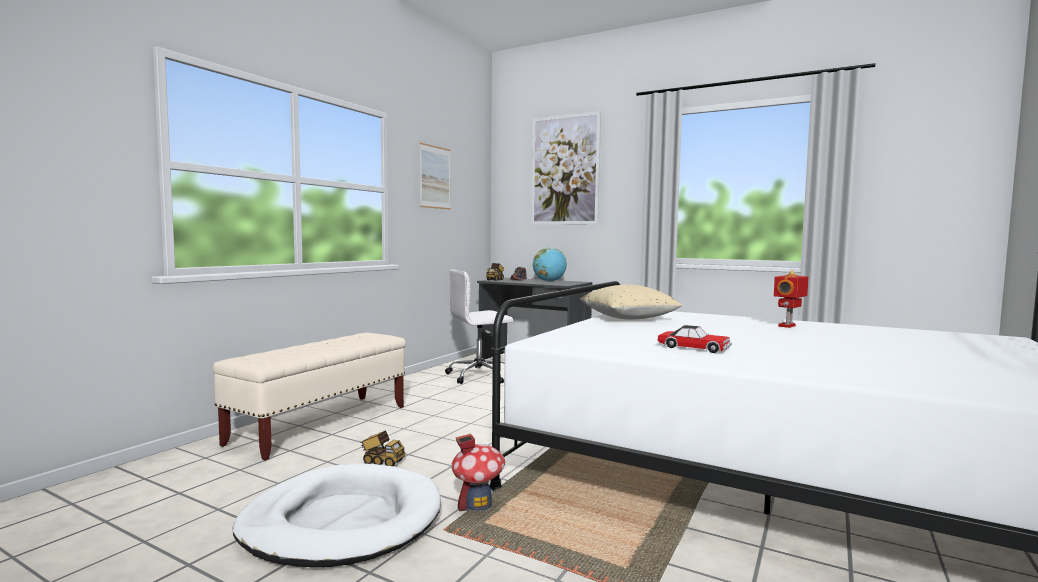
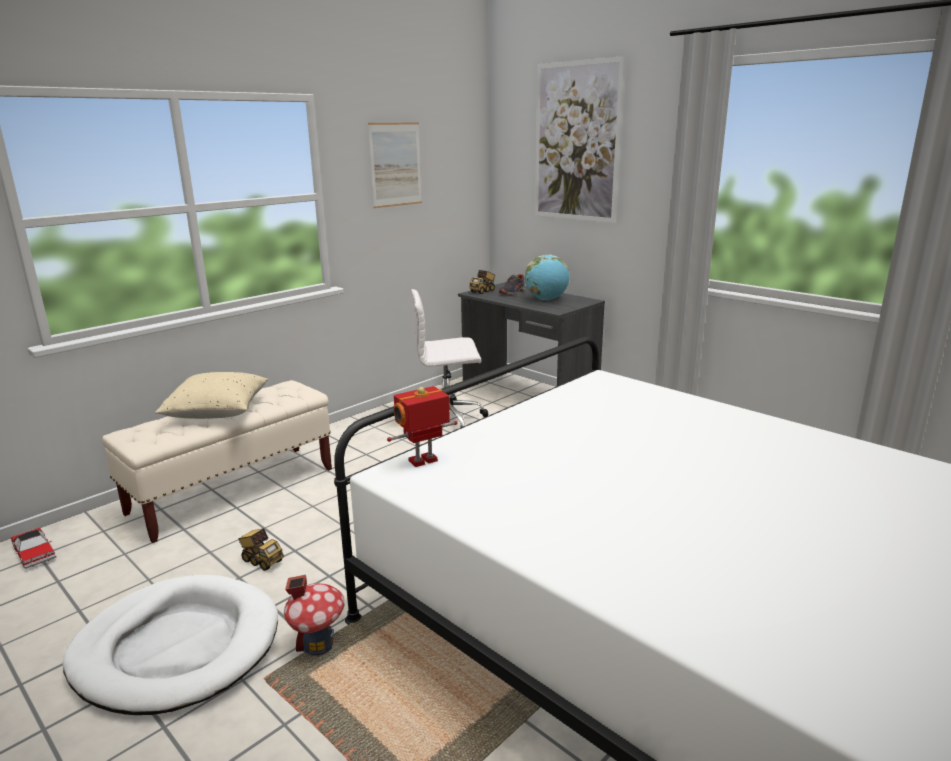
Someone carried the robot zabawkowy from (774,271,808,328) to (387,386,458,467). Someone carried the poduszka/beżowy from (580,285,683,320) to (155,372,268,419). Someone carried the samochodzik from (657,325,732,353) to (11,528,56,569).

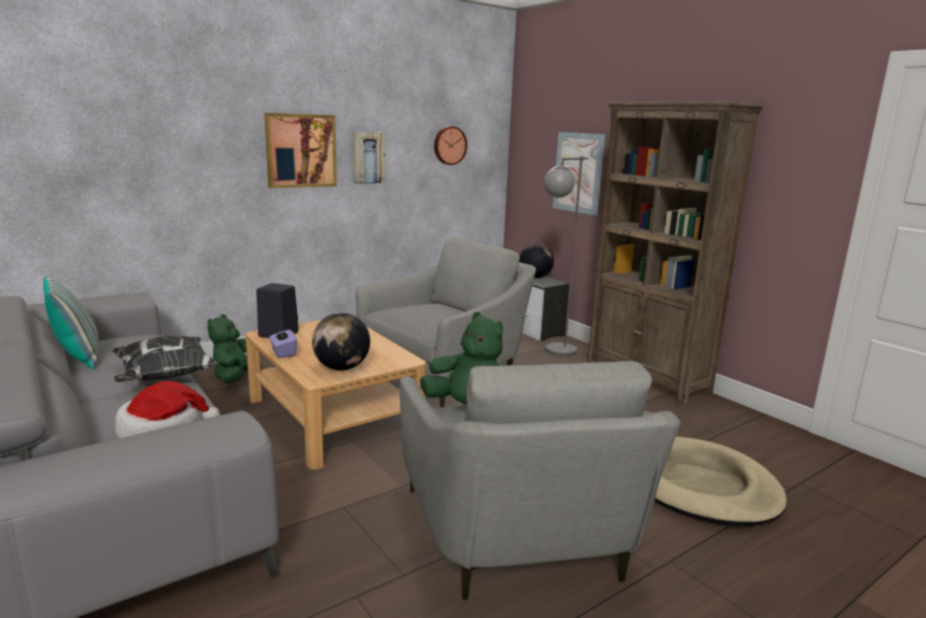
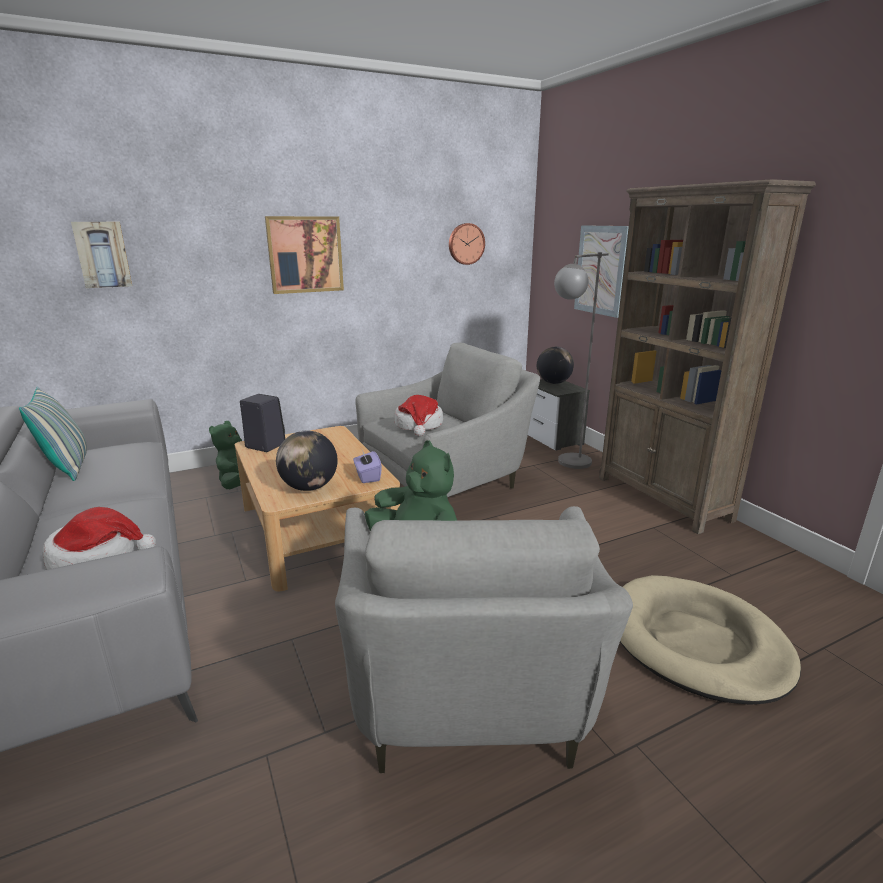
Someone carried the obraz from (353,132,385,184) to (71,222,132,288). Someone carried the pudełko chusteczek/fioletowy from (269,330,297,358) to (353,450,382,483). Someone took away the poduszka at (112,336,218,382). Someone put down the kapelusz at (395,395,443,436).

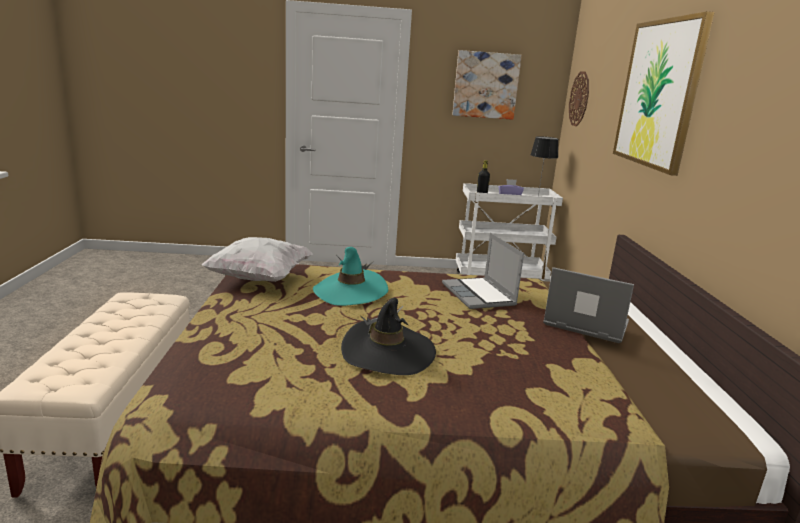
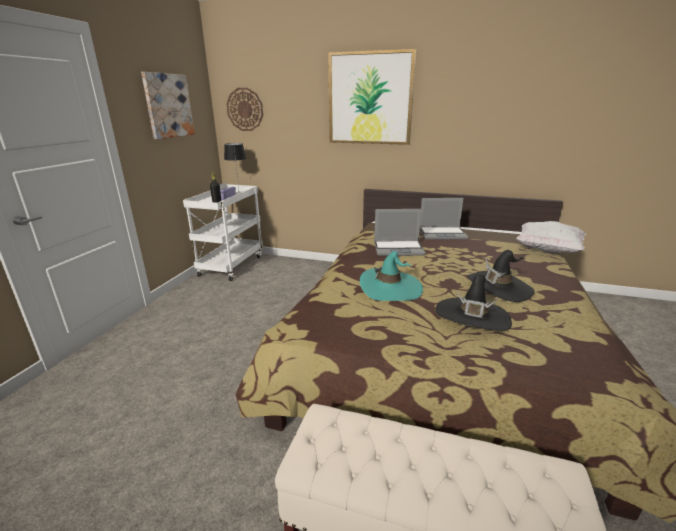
Someone carried the poduszka/biały from (202,237,313,282) to (516,221,586,252). Someone rotated the laptop at (543,267,634,343) by 135 degrees counterclockwise. Someone put down the kapelusz/czarny at (436,274,512,331).

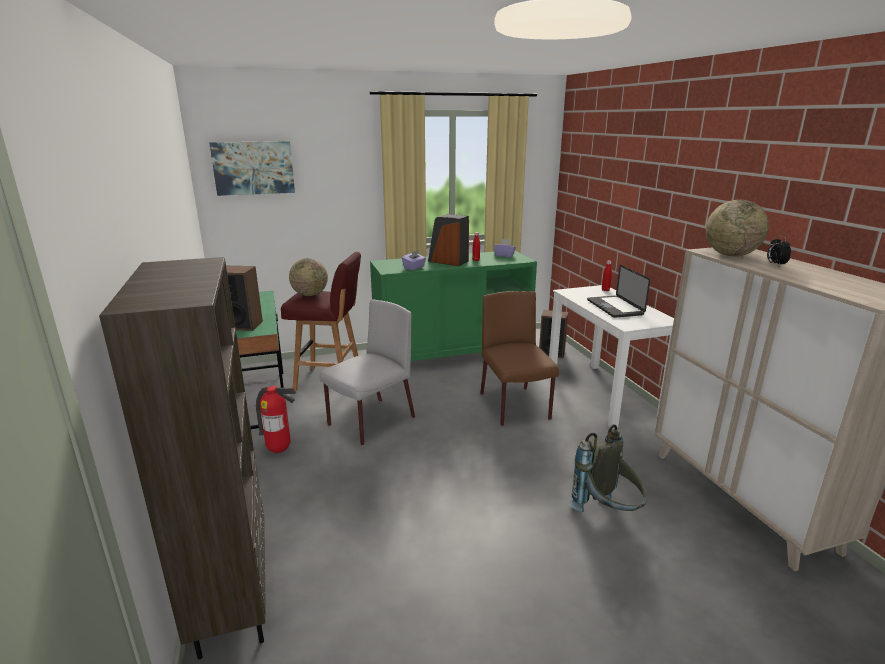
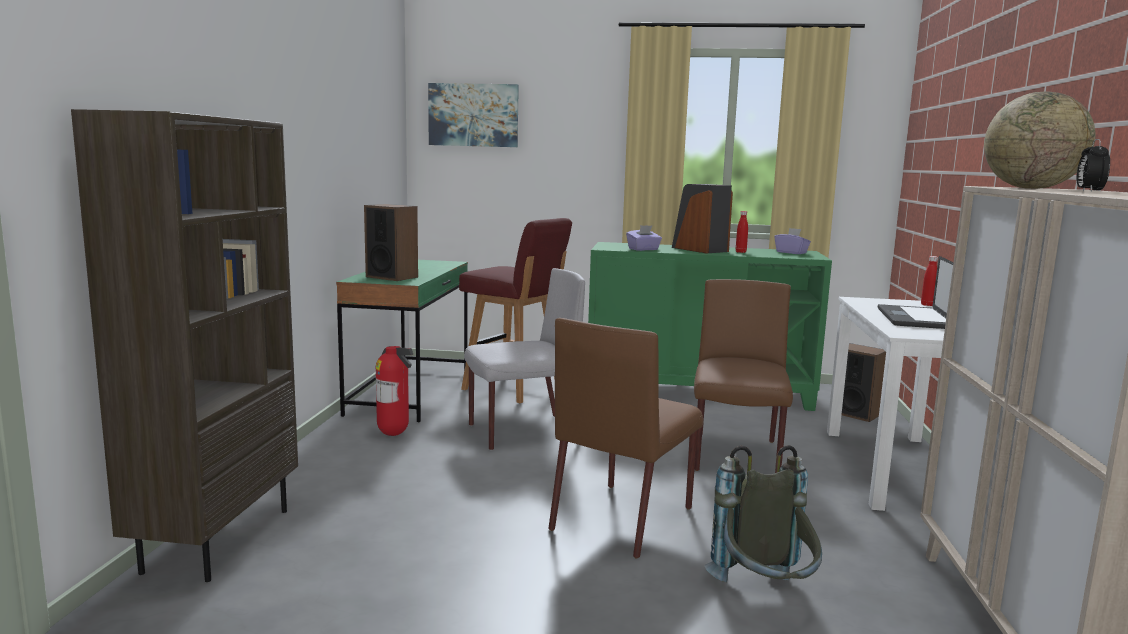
Someone took away the globus at (289,258,328,296). Someone put down the krzesło/brązowy at (548,318,703,558).

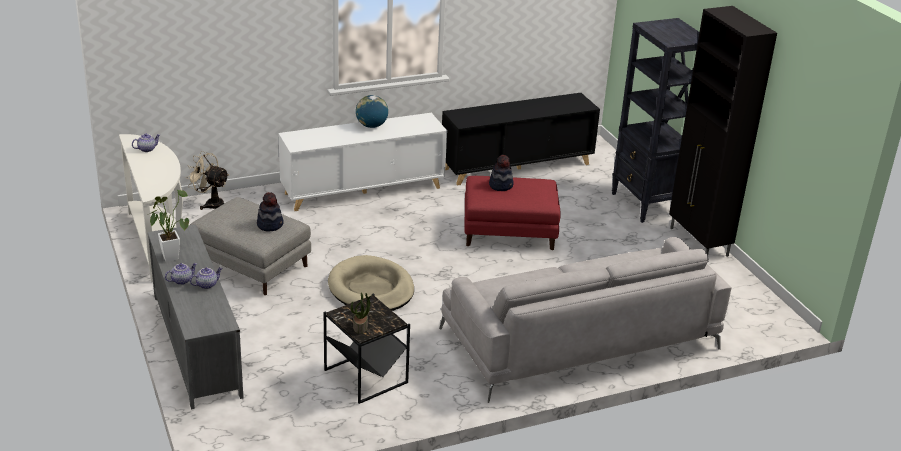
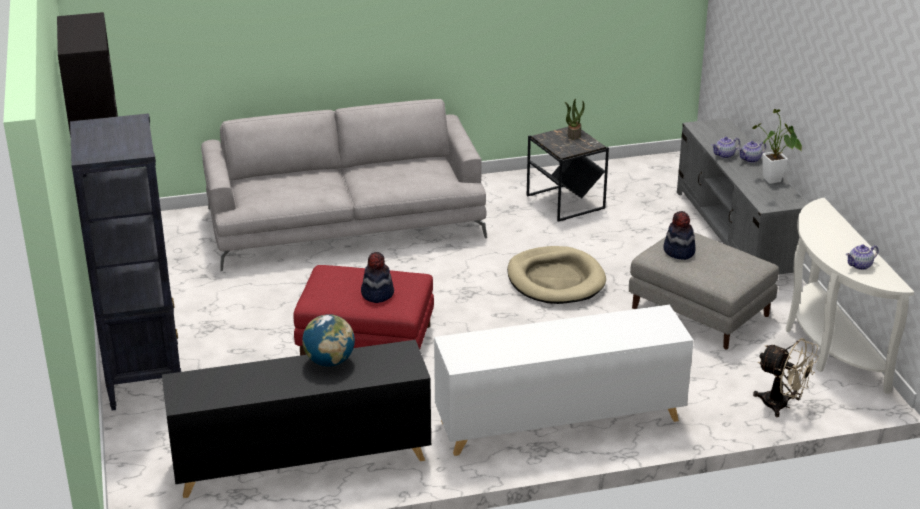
Someone carried the globus from (356,95,388,128) to (302,314,355,366).

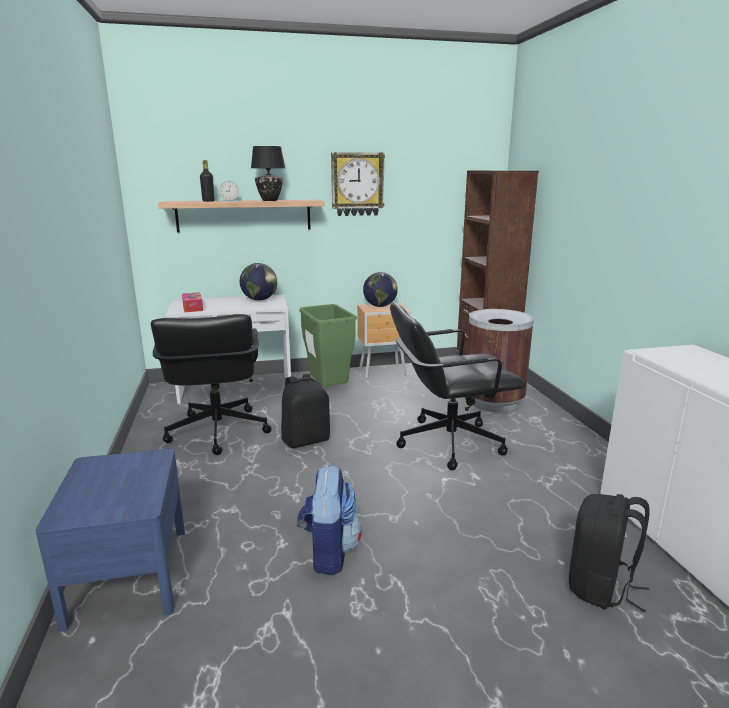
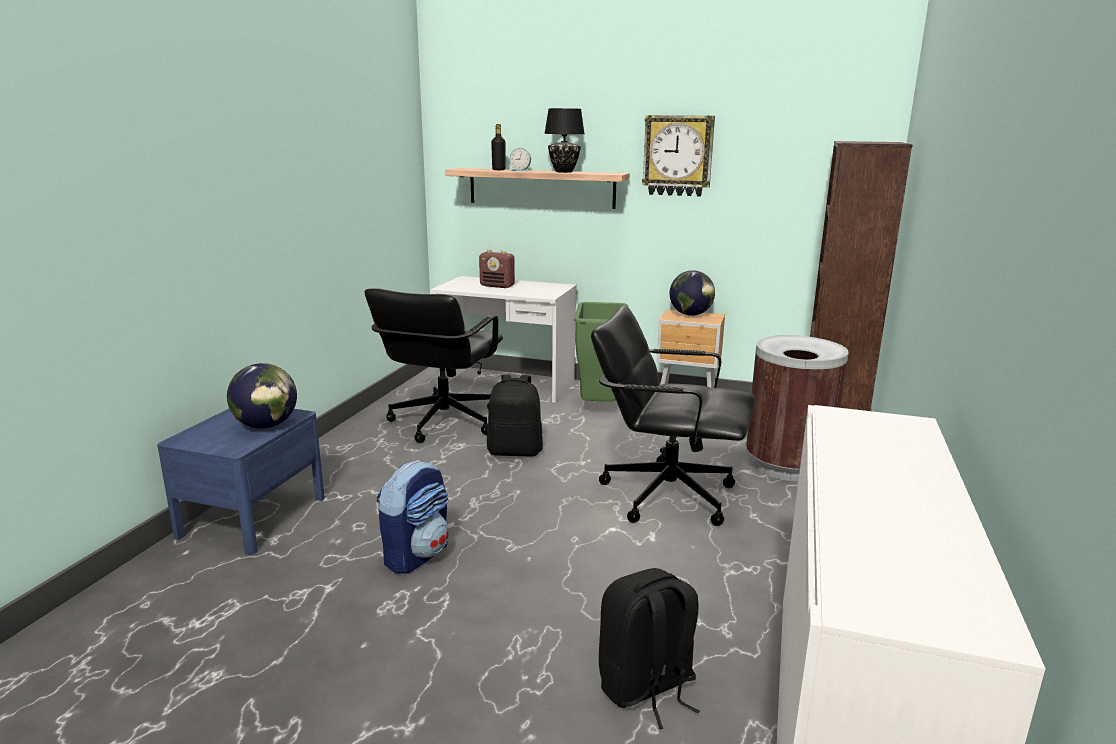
Someone carried the globus from (240,263,277,301) to (227,363,297,429). Someone took away the pudełko chusteczek at (182,292,203,312). Someone put down the radio at (479,250,515,288).

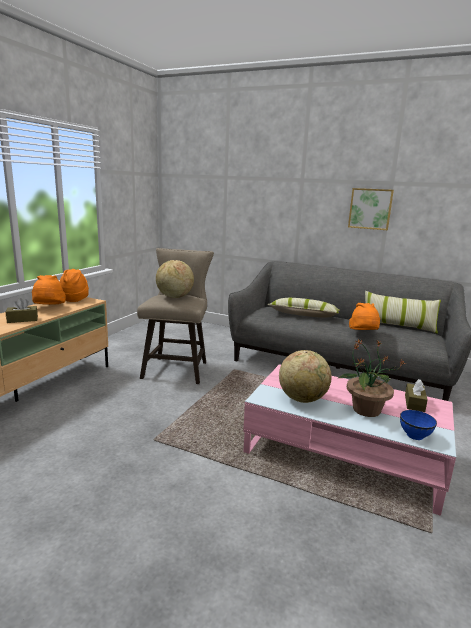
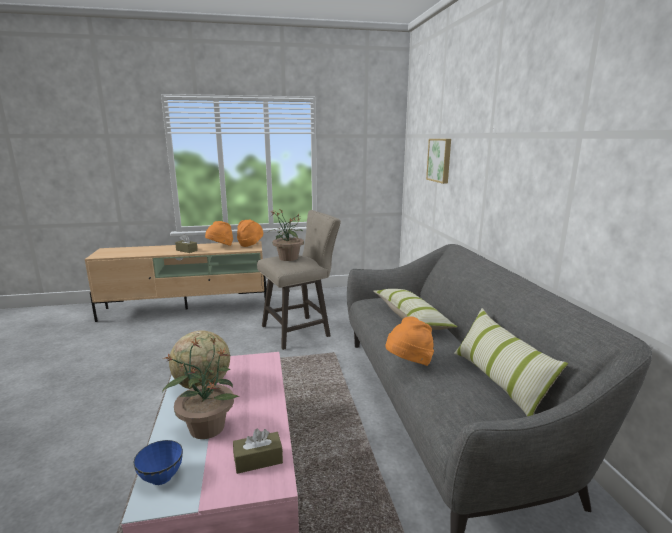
Someone carried the obraz from (348,188,394,230) to (426,139,451,184). Someone swapped the globus at (156,260,194,298) for the roślina doniczkowa at (268,210,304,261).

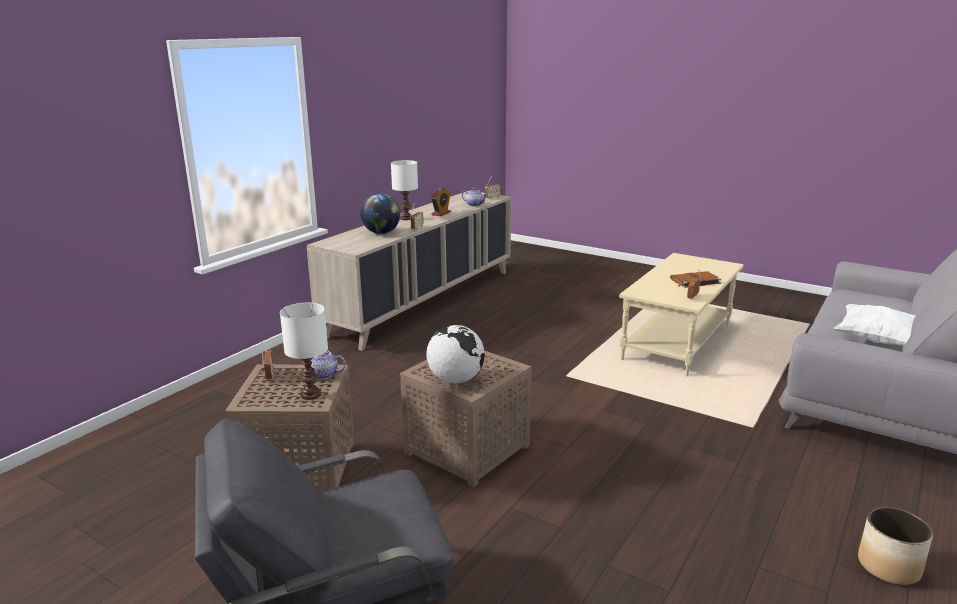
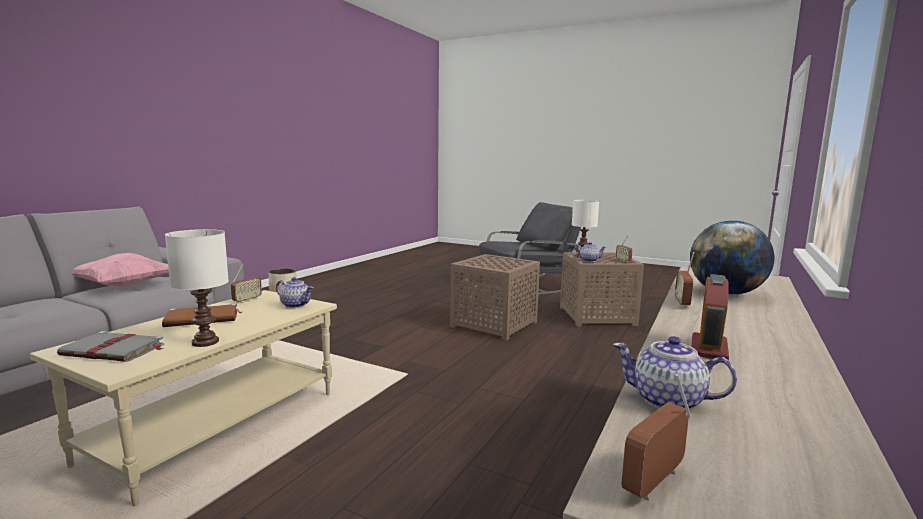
Someone carried the lampa stołowa/biały from (391,160,418,220) to (165,229,229,347). Someone repainted the poduszka/biały at (834,304,916,346), which became the poduszka/różowy at (72,253,169,287). Someone took away the globus at (426,325,485,383). Someone put down the imbryk at (276,277,314,308). Someone put down the książka/szary at (57,331,164,362).

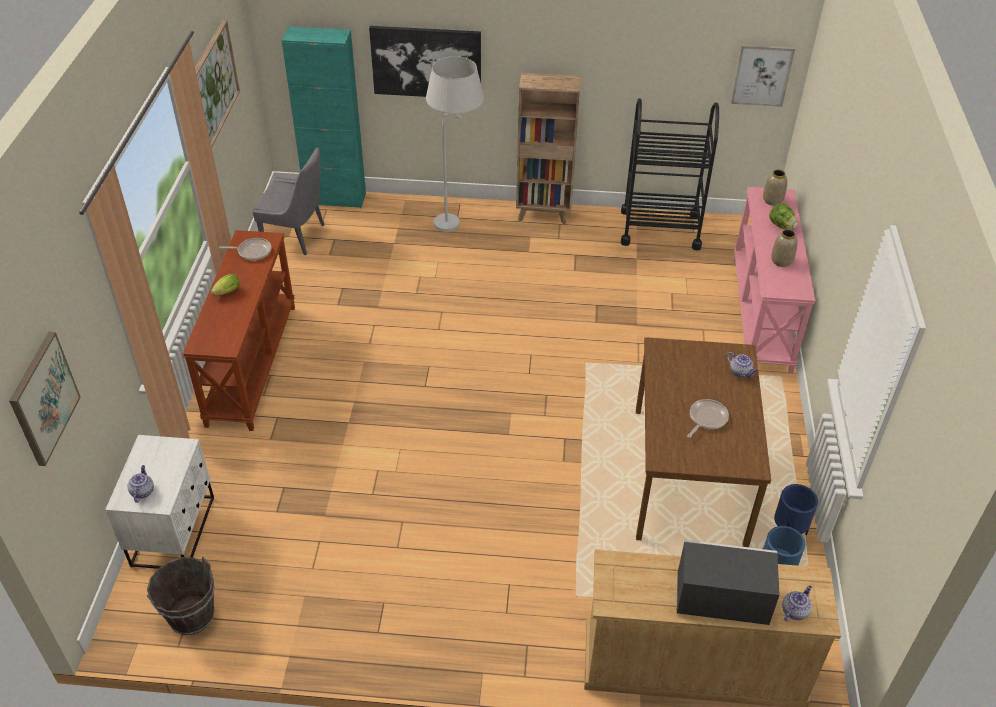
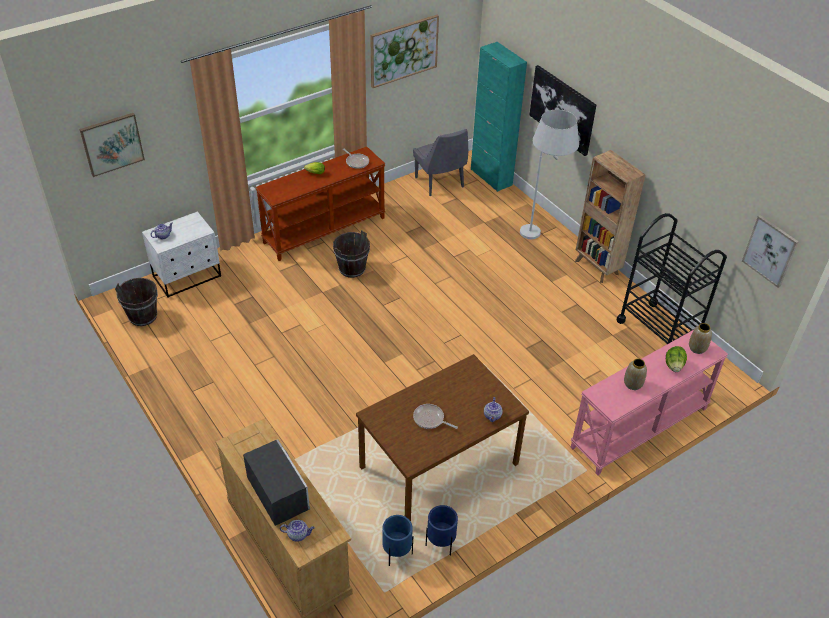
Someone rotated the patelnia at (687,399,729,438) by 150 degrees counterclockwise. Someone put down the wiadro/brązowy at (333,230,370,278).

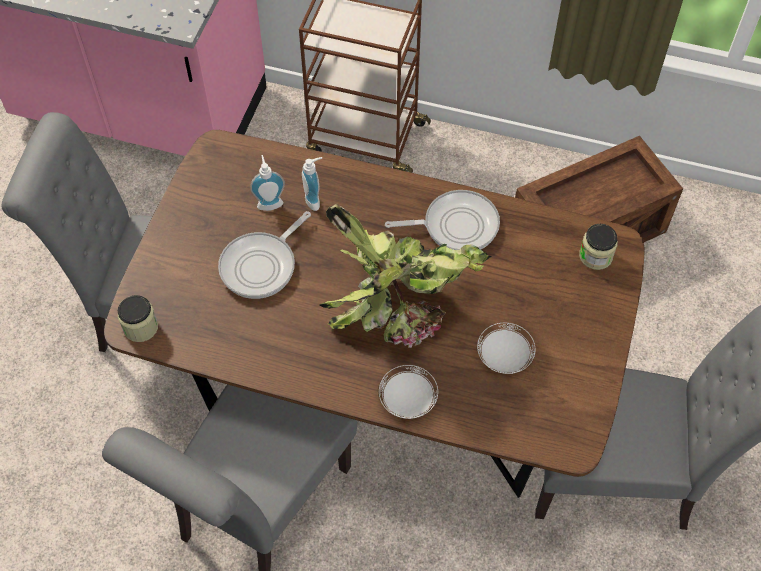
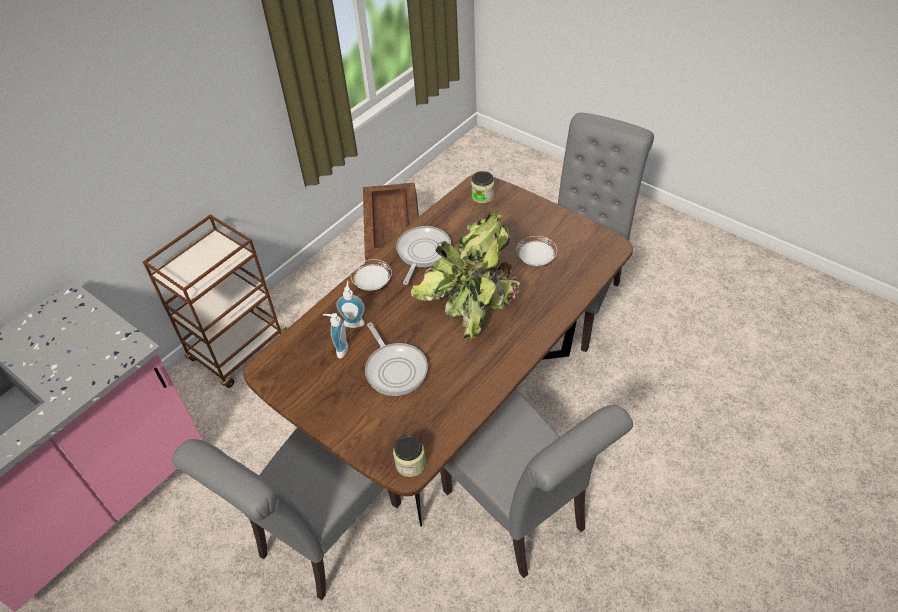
Someone carried the talerz/biały from (379,365,438,419) to (351,259,392,291).

